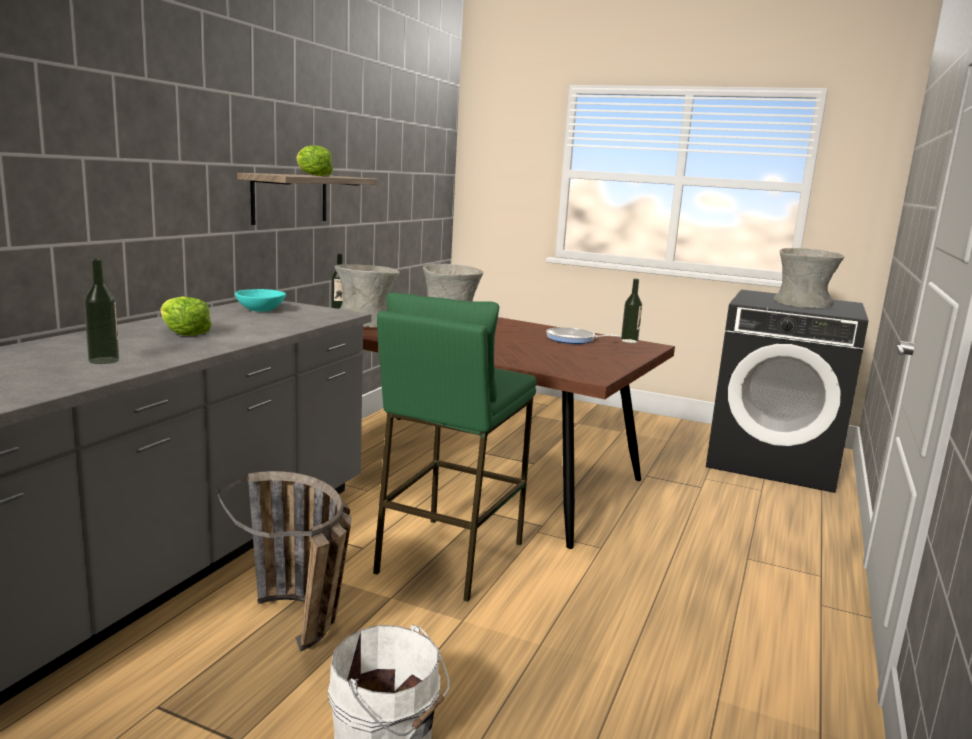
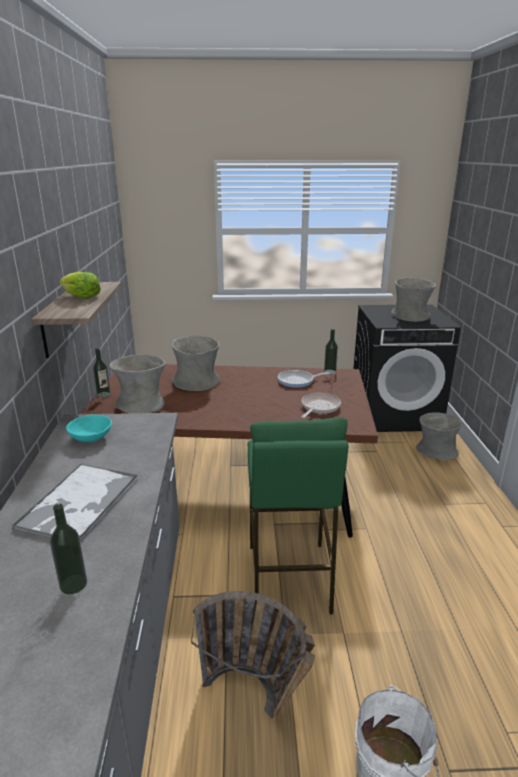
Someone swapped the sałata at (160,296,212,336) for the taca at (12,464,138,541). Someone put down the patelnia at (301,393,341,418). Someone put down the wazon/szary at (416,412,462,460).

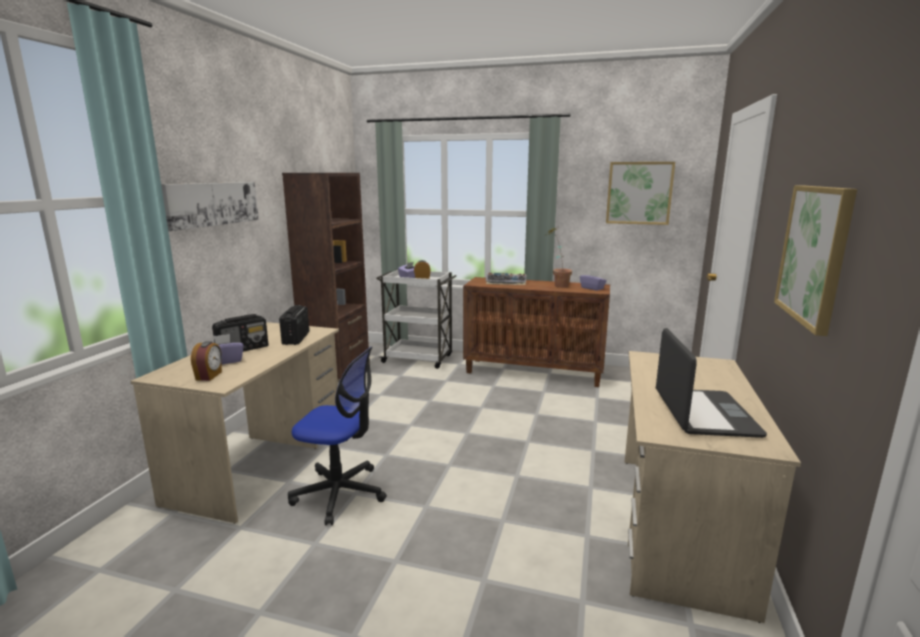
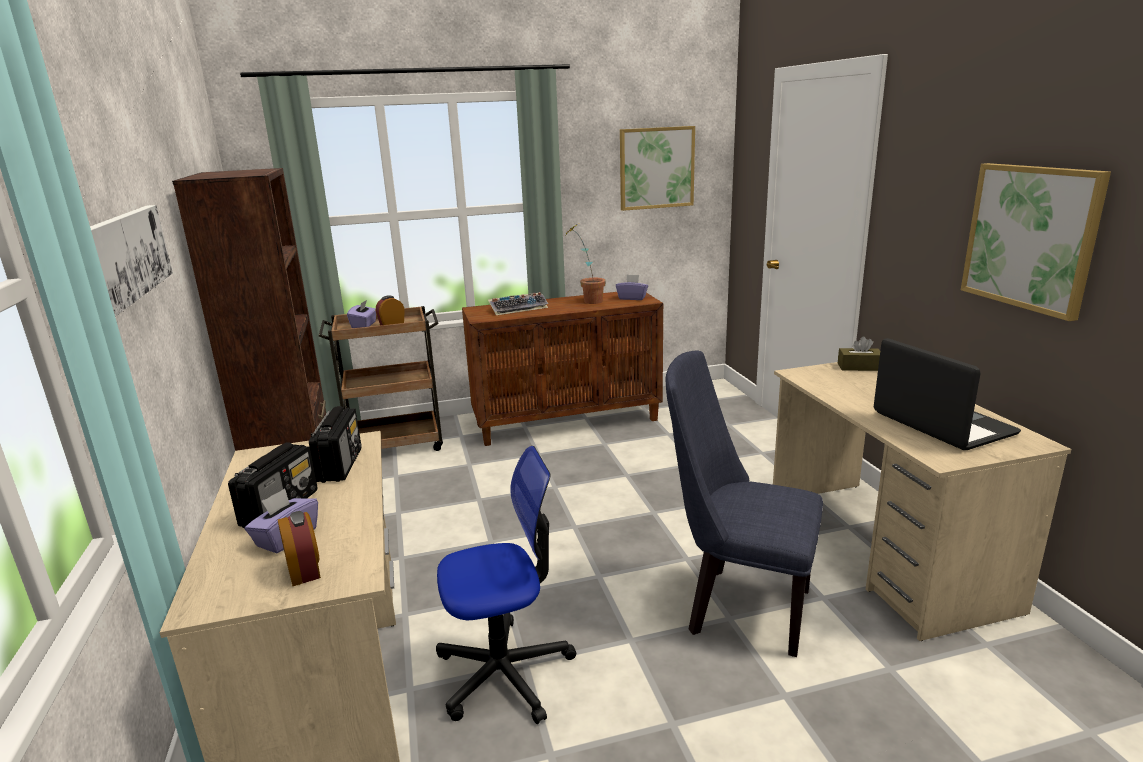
Someone repainted the wózek/biały at (376,269,456,369), which became the wózek/brązowy at (319,306,443,451). Someone rotated the radio at (279,305,309,345) by 150 degrees counterclockwise. Someone put down the pudełko chusteczek/brązowy at (838,336,880,371). Someone put down the krzesło/niebieski at (665,351,823,657).

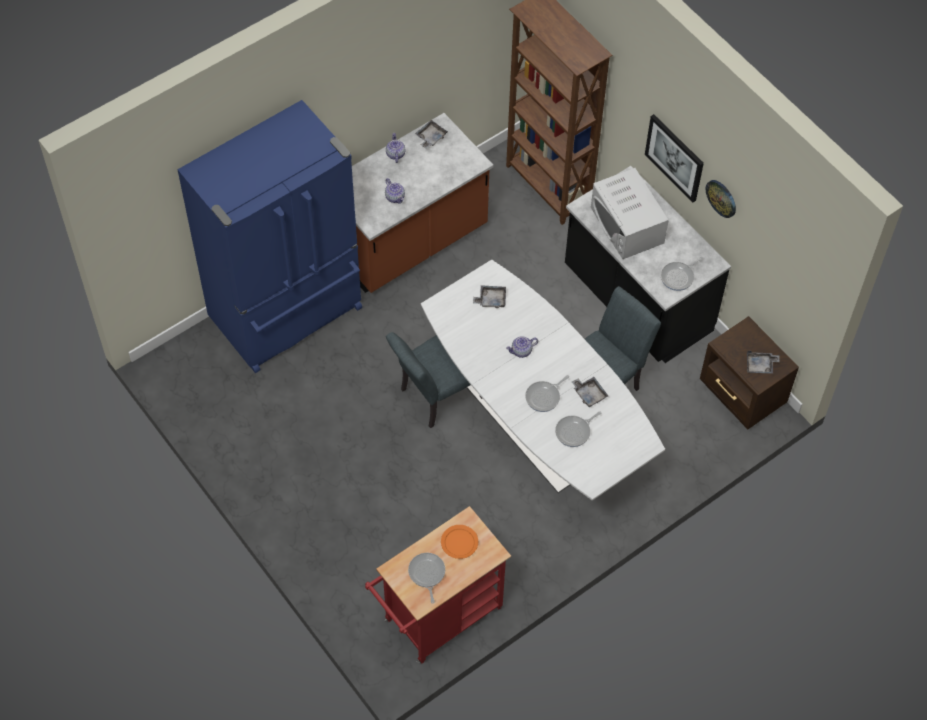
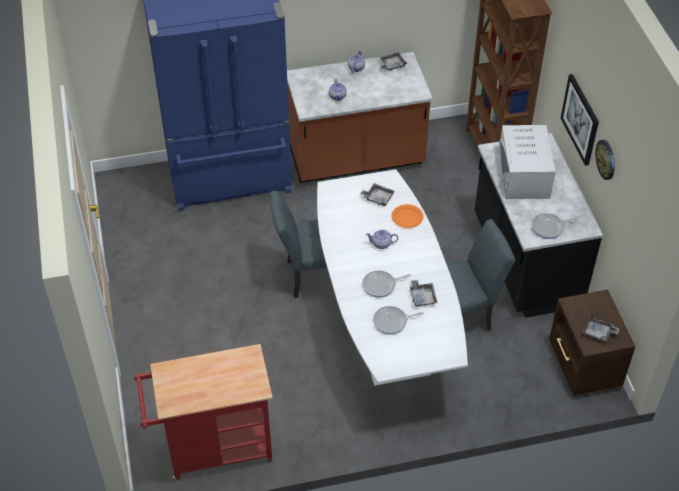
Someone carried the talerz/pomarańczowy from (441,525,478,559) to (392,204,424,228). Someone took away the patelnia at (408,553,445,604).

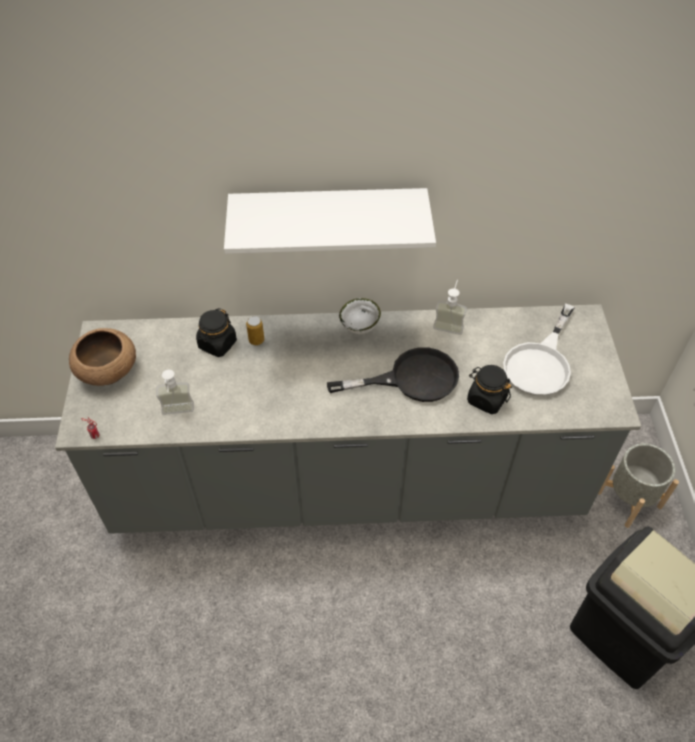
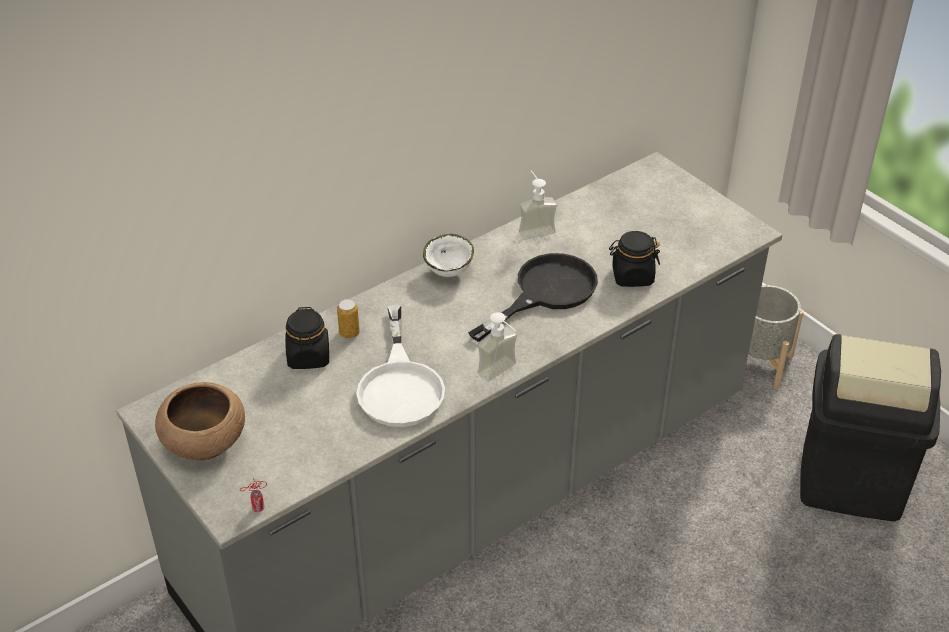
Someone took away the półka/biały at (224,188,436,254). Someone carried the patelnia/biały from (503,304,575,396) to (356,305,445,427). Someone carried the dozownik mydła from (156,370,194,415) to (478,312,517,382).

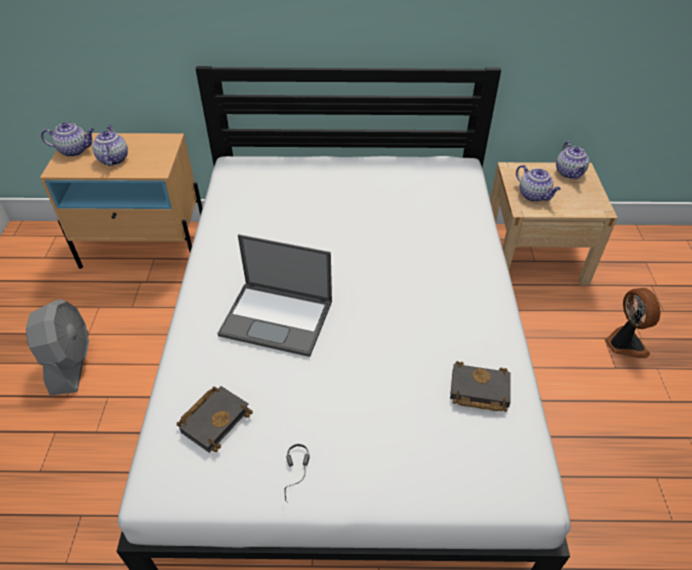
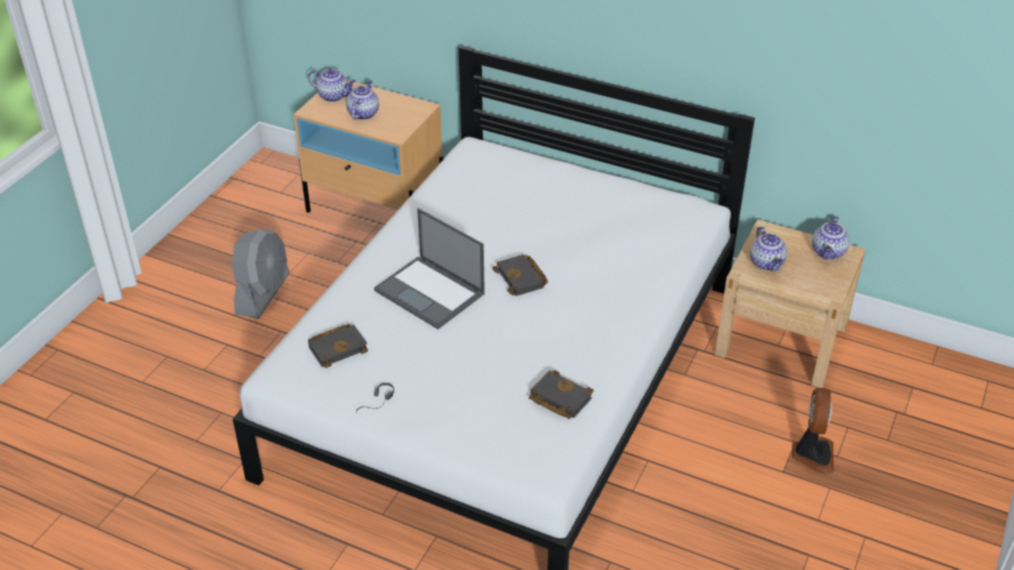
Someone put down the książka/czarny at (492,254,548,296).

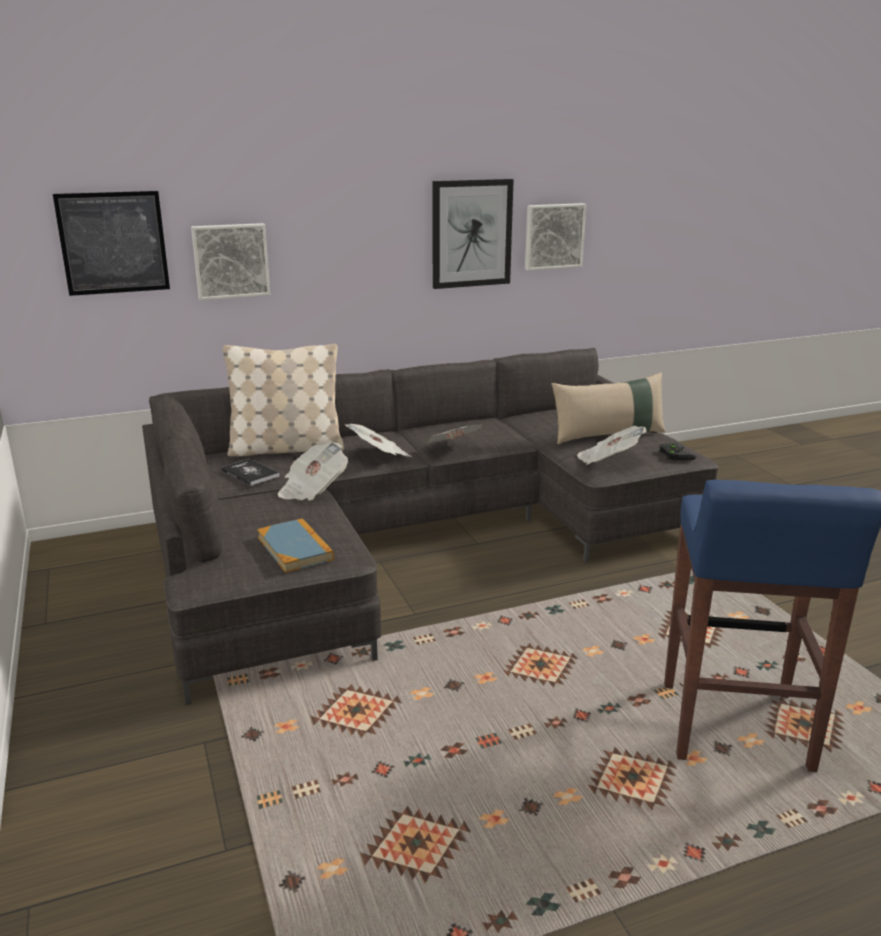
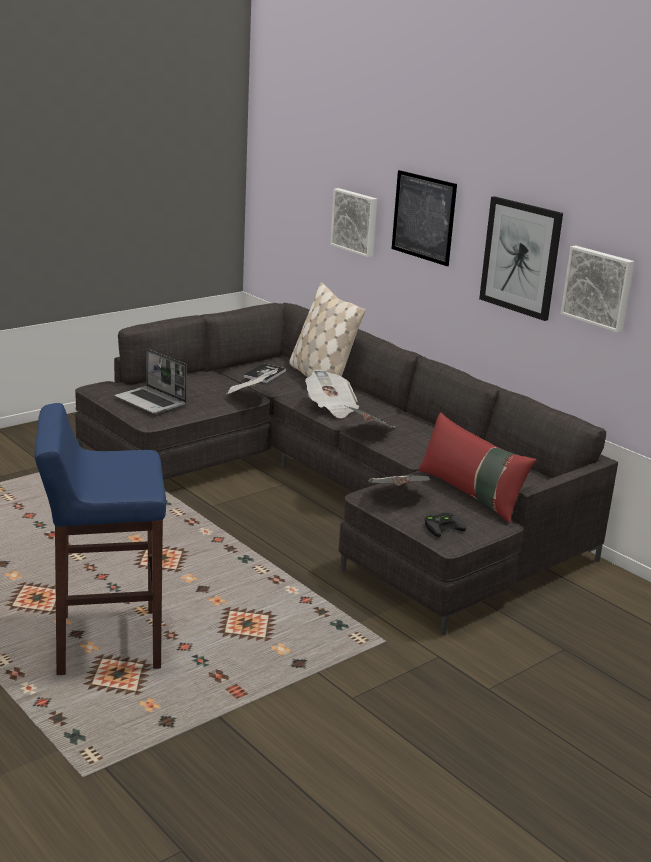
Someone carried the obraz from (53,191,170,296) to (392,170,457,266). Someone repainted the poduszka/beżowy at (551,373,666,444), which became the poduszka/czerwony at (418,412,536,523). Someone swapped the książka at (257,518,334,573) for the laptop at (115,349,187,414).

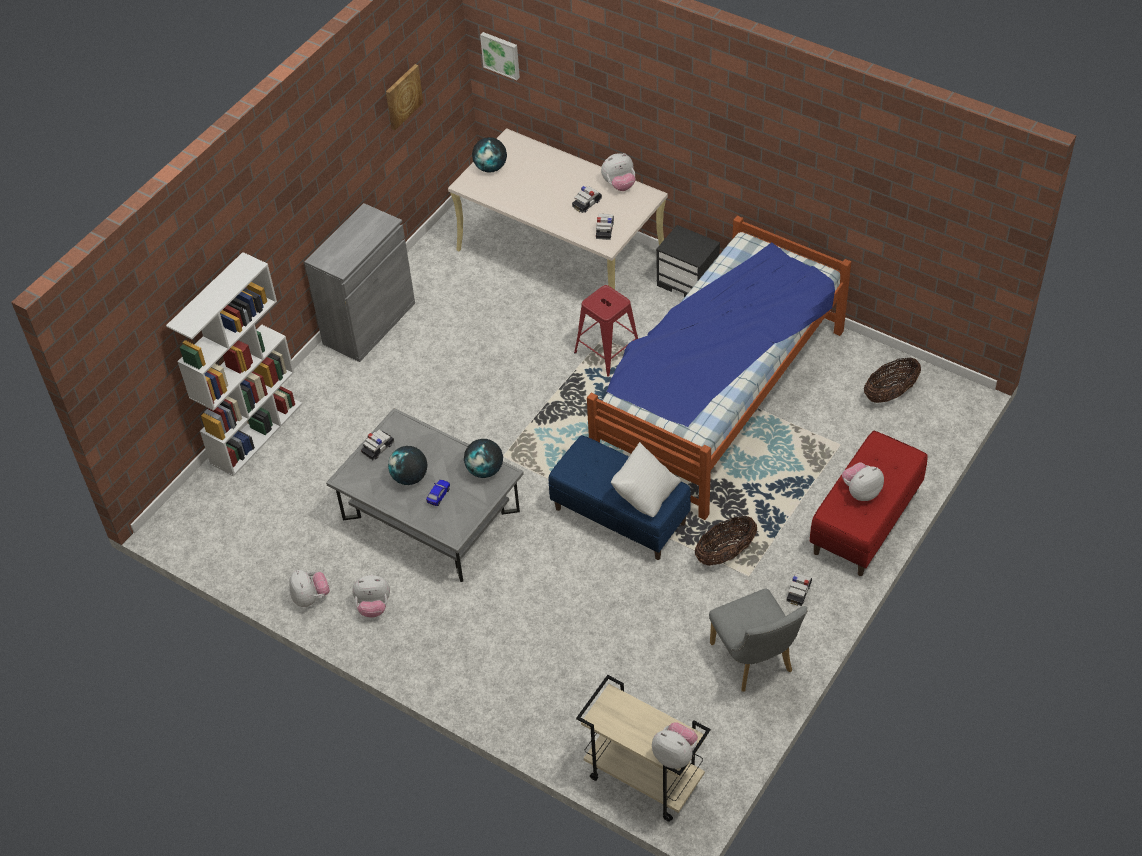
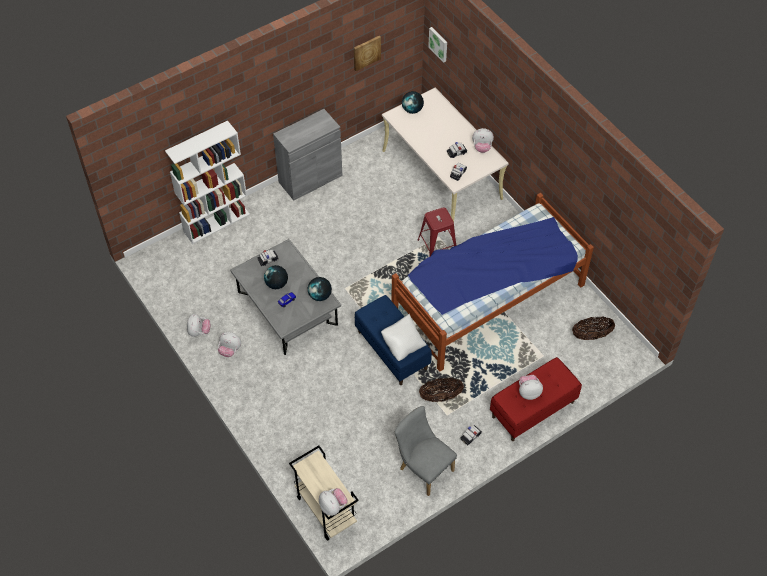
Someone took away the szafka nocna/czarny at (656,225,720,297). Someone rotated the krzesło/szary at (709,588,807,692) by 135 degrees clockwise.

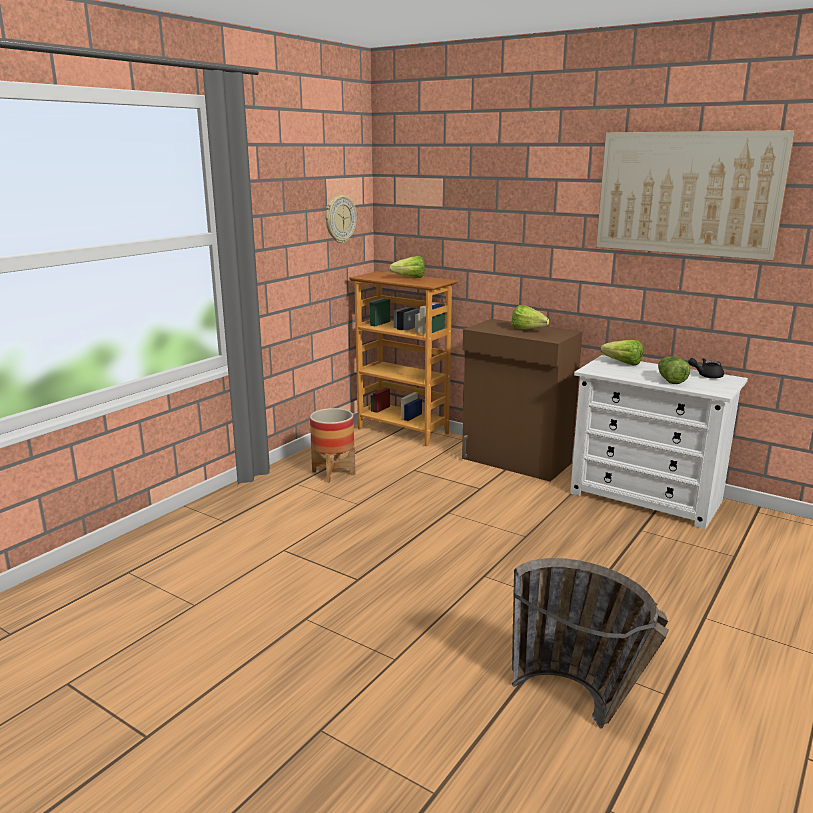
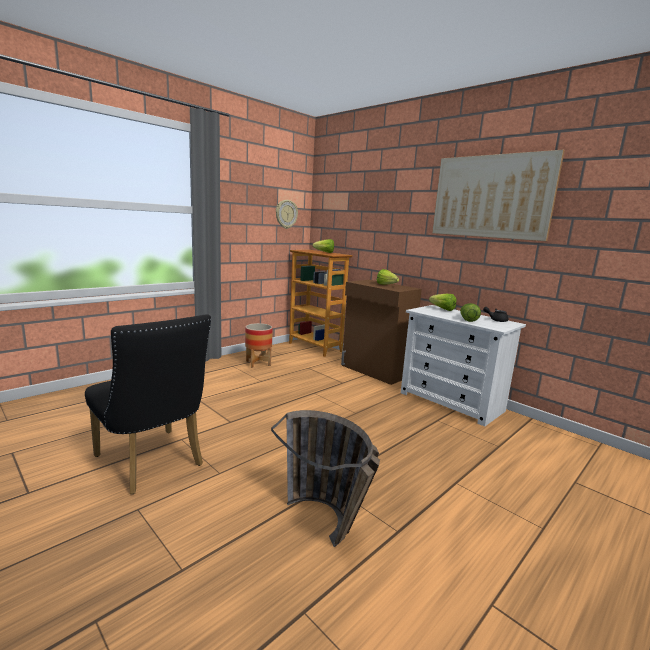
Someone put down the krzesło/czarny at (85,314,211,494).

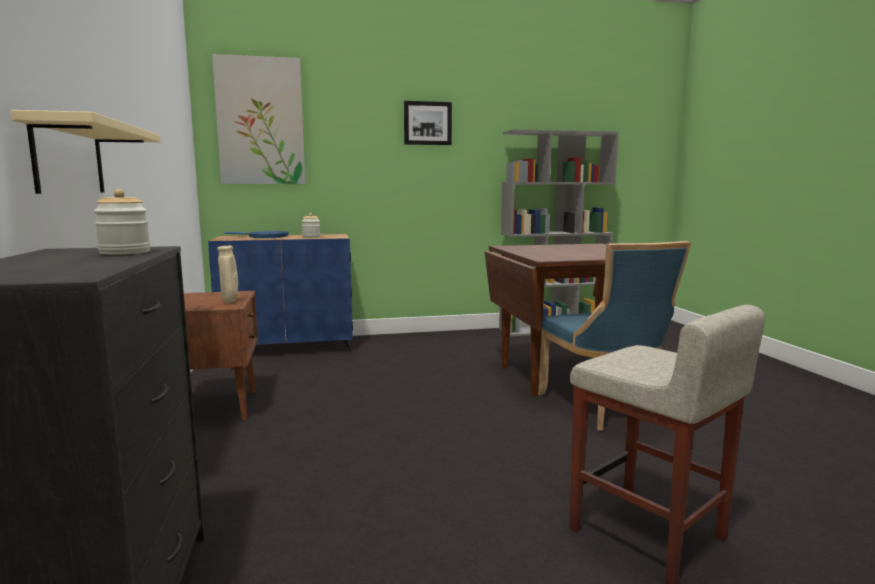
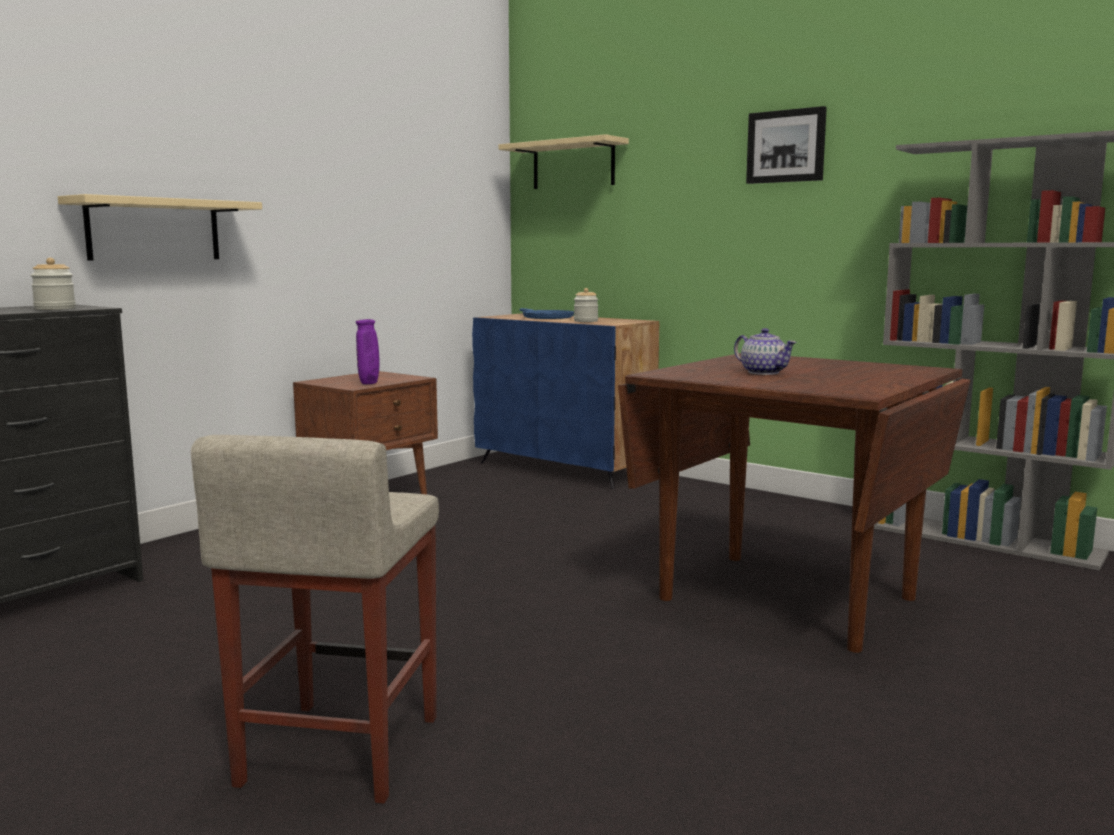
Someone swapped the obraz at (212,54,305,184) for the półka/beżowy at (498,134,629,189). Someone took away the krzesło/niebieski at (538,241,691,431). Someone repainted the wazon/beżowy at (217,245,238,303), which became the wazon/fioletowy at (356,319,380,384). Someone put down the imbryk at (734,328,797,375).

